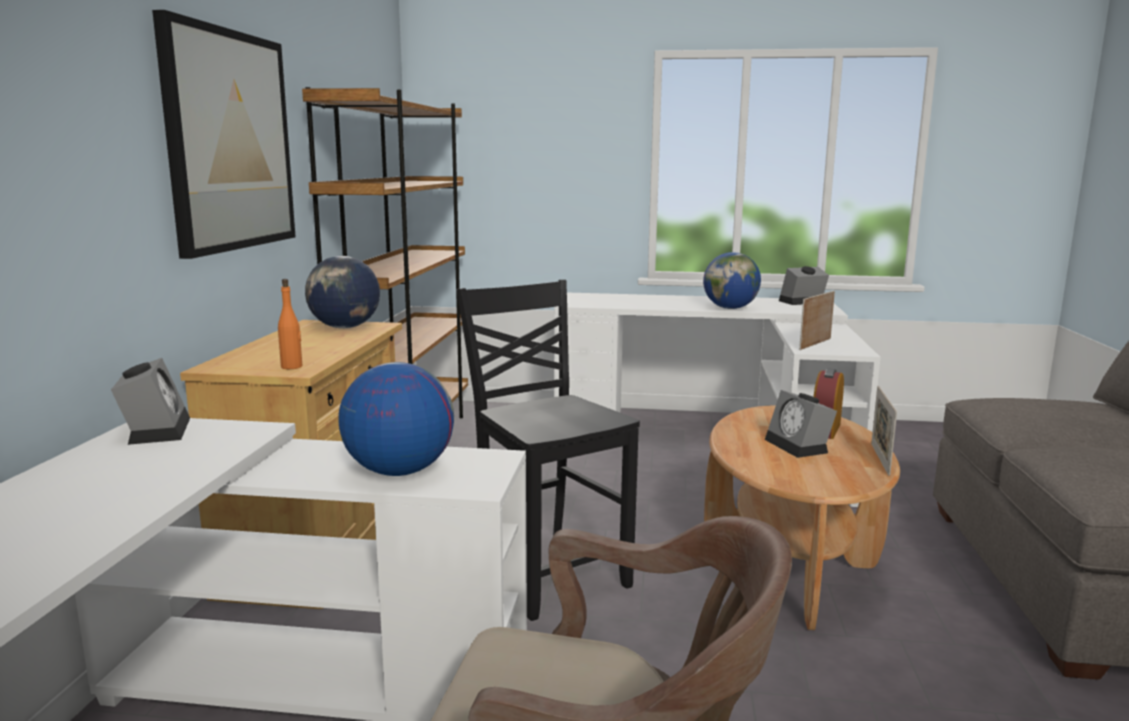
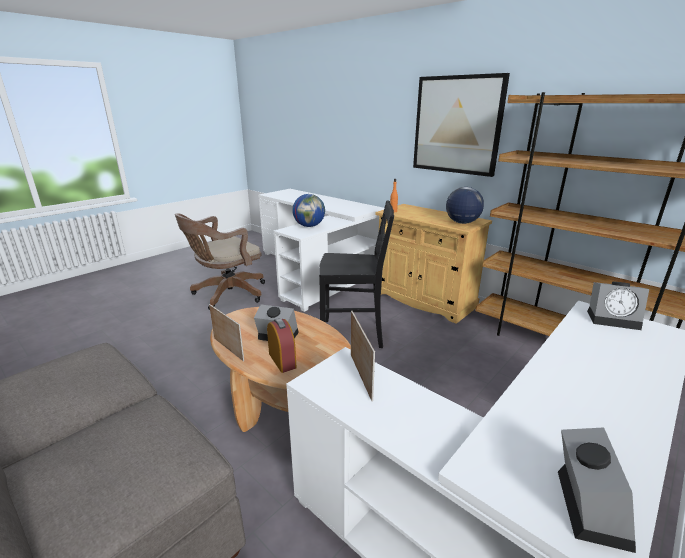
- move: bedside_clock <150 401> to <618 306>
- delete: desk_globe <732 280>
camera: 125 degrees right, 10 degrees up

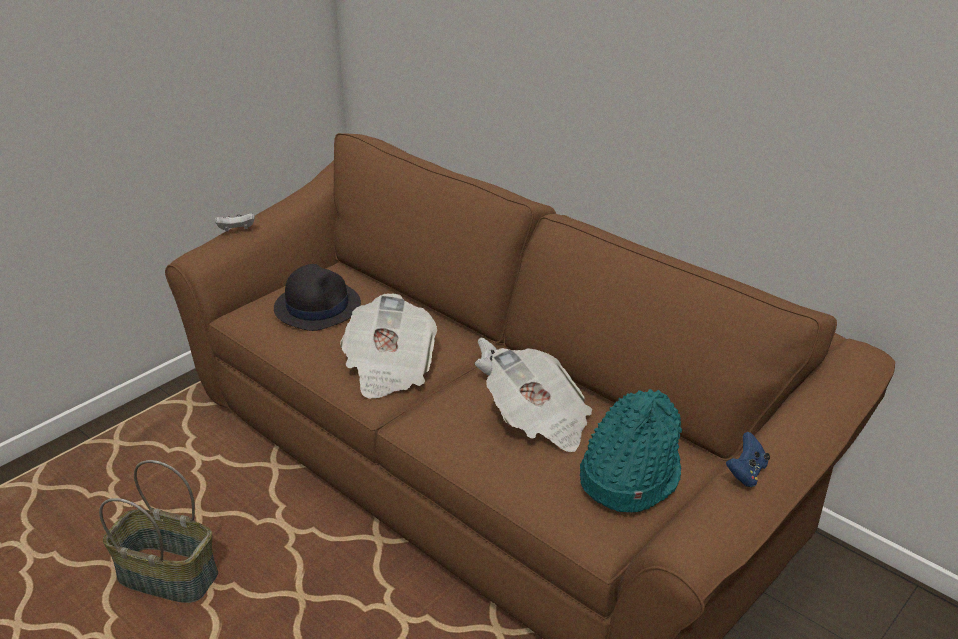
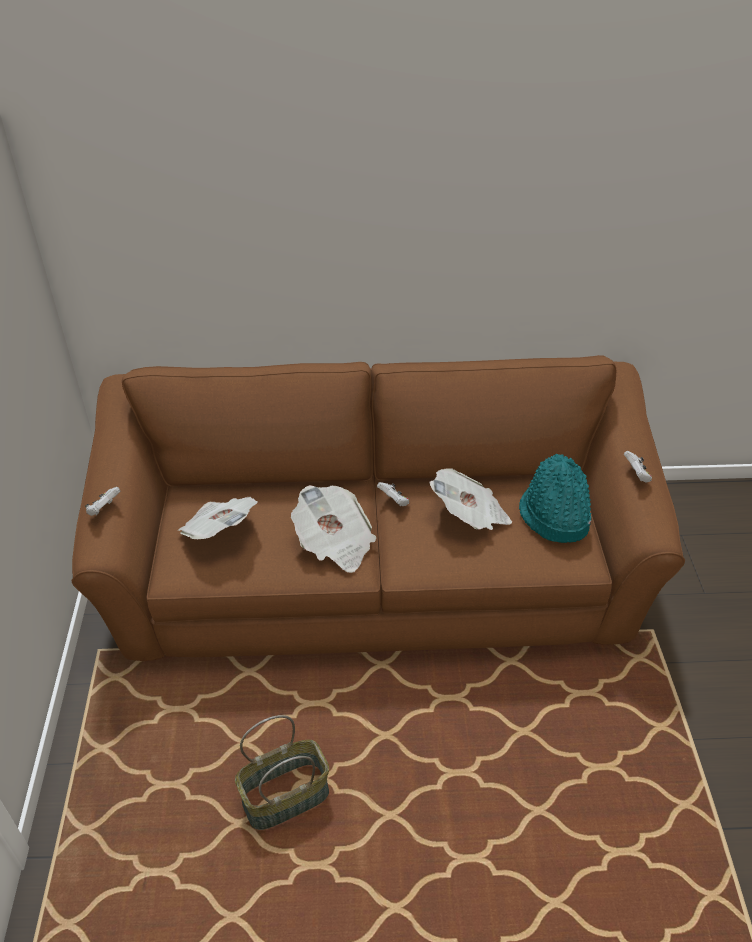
- replace: blackish_hat <317 297> to daily_paper <218 518>
- recolor: blue-coloured_gamepad <748 459> to white-coloured_gamepad <638 467>
camera: 45 degrees left, 10 degrees up

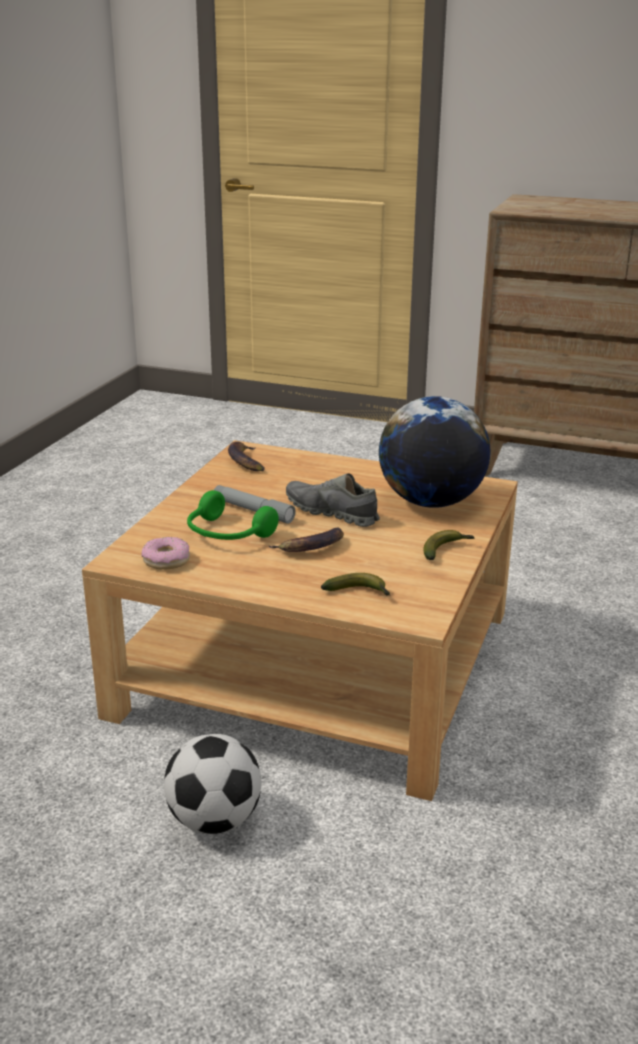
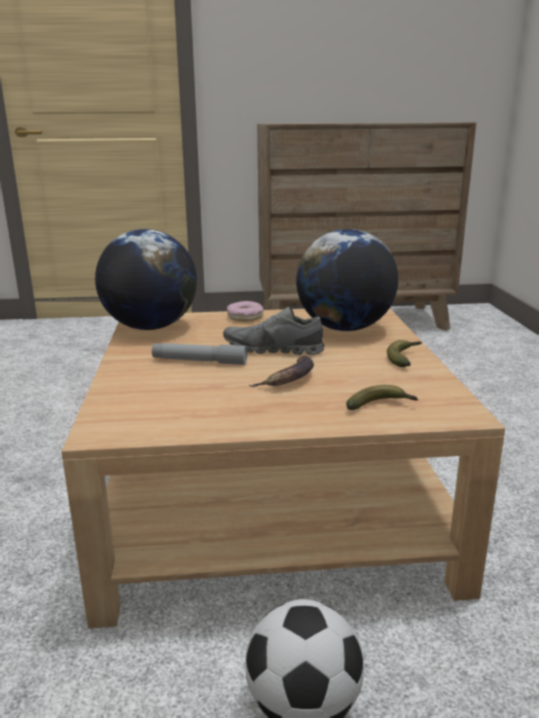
- move: ring_doughnut <165 553> to <245 311>
- delete: green-coloured_headphones <233 515>
- replace: banana_fruit <246 456> to desk_globe <146 279>
camera: 25 degrees left, 5 degrees down

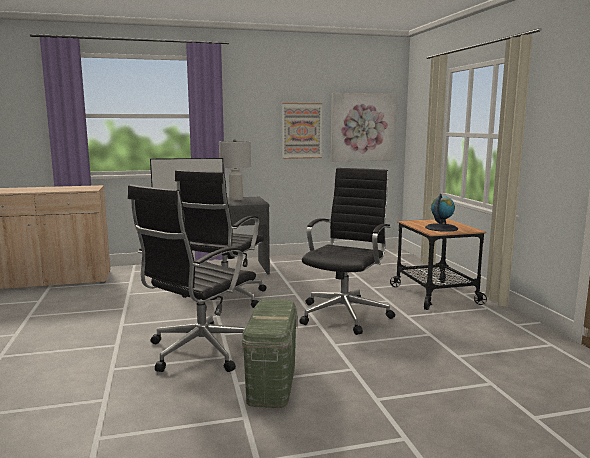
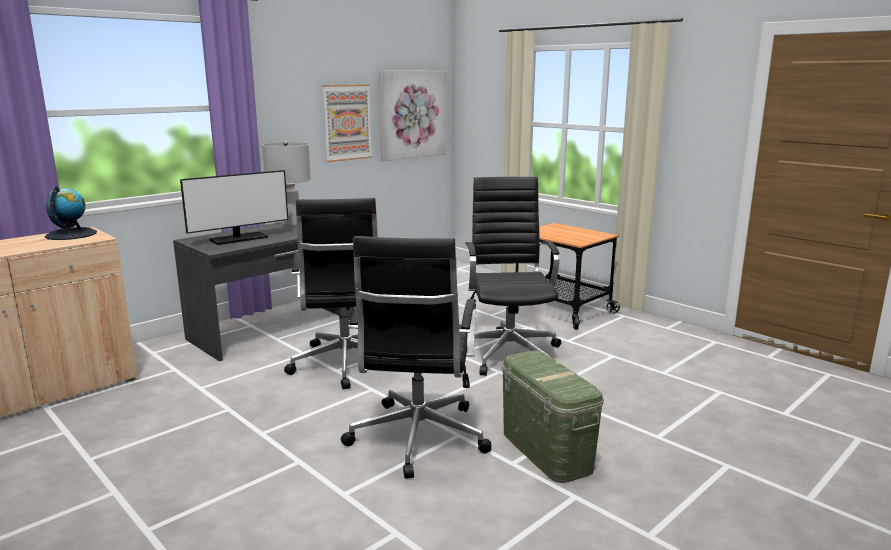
- move: desk_globe <441 213> to <71 212>
camera: 30 degrees left, 5 degrees up

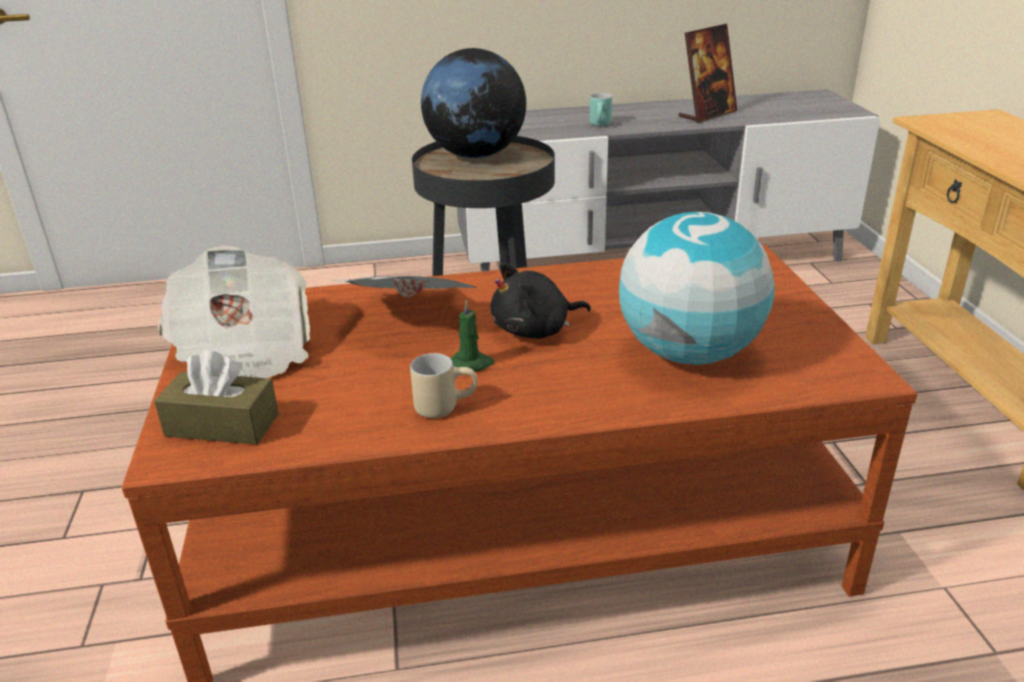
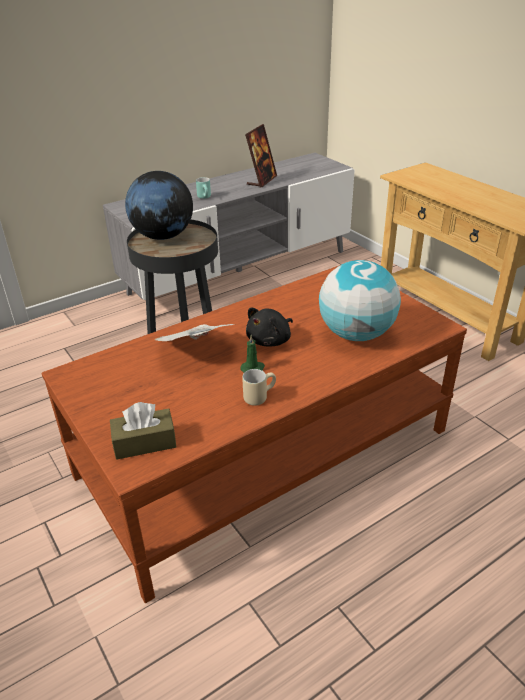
- delete: daily_paper <234 311>
camera: 25 degrees left, 5 degrees up

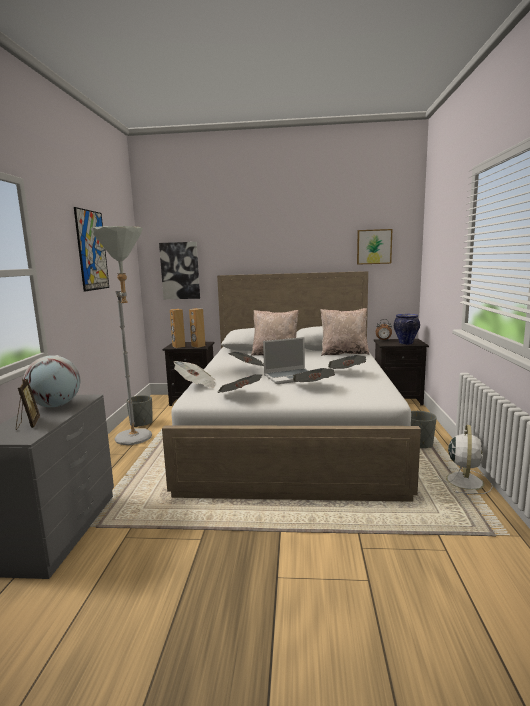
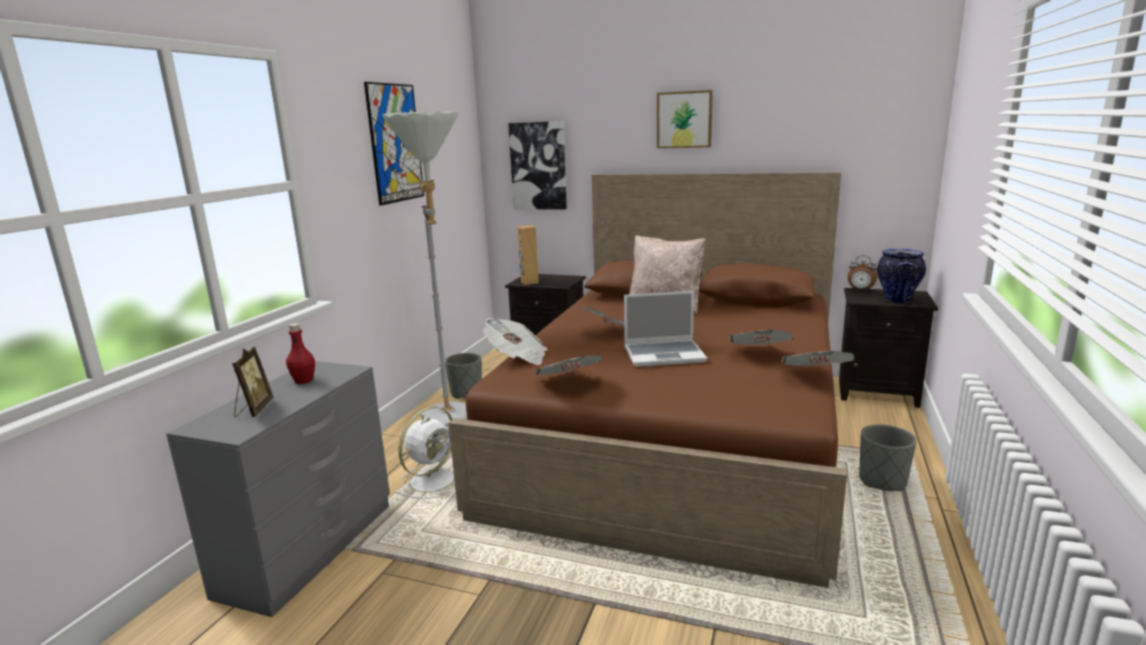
- replace: desk_globe <51 381> to red_beverage_bottle <300 353>
- recolor: white-coloured_bedroom_bed <291 386> to brown_bedroom_bed <648 380>
- delete: brown_loudspeaker <197 328>
- move: daily_paper <314 375> to <818 358>
- delete: beige_throw_pillow <345 332>
- move: wall_art <374 247> to <685 119>
- move: white-coloured_cooling_fan <465 459> to <425 453>
camera: 15 degrees right, 5 degrees up

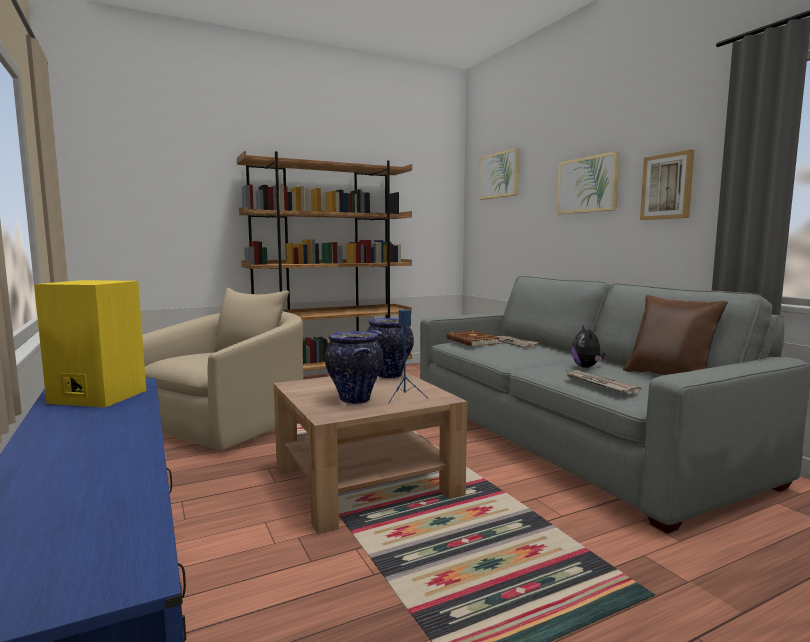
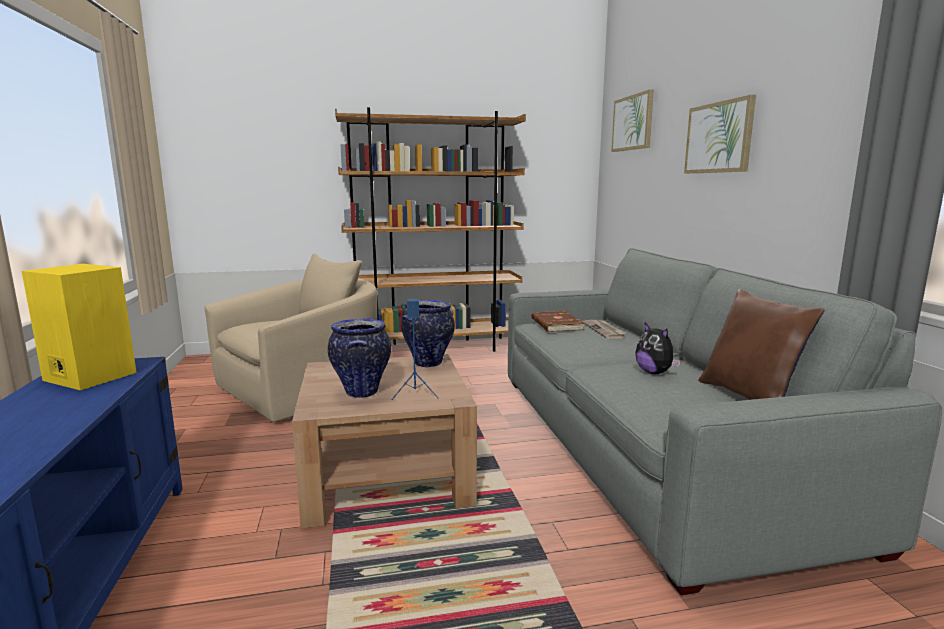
- delete: daily_paper <604 382>
- rotate: soft_toy <588 346> = <658 348> 45 degrees counterclockwise
- delete: wall_art <667 185>
camera: 15 degrees right, 5 degrees up

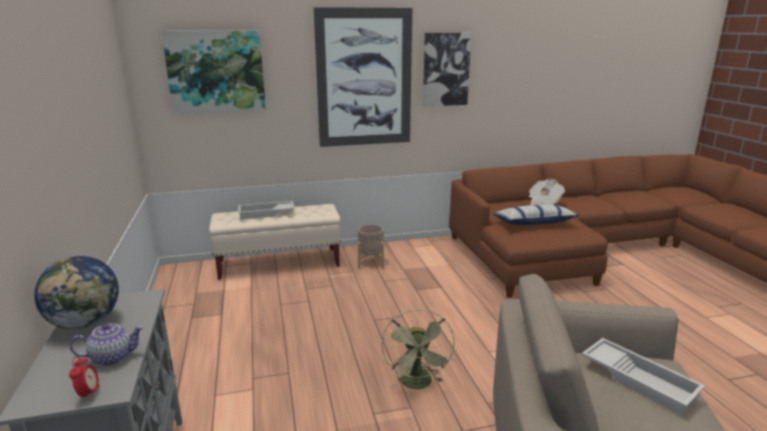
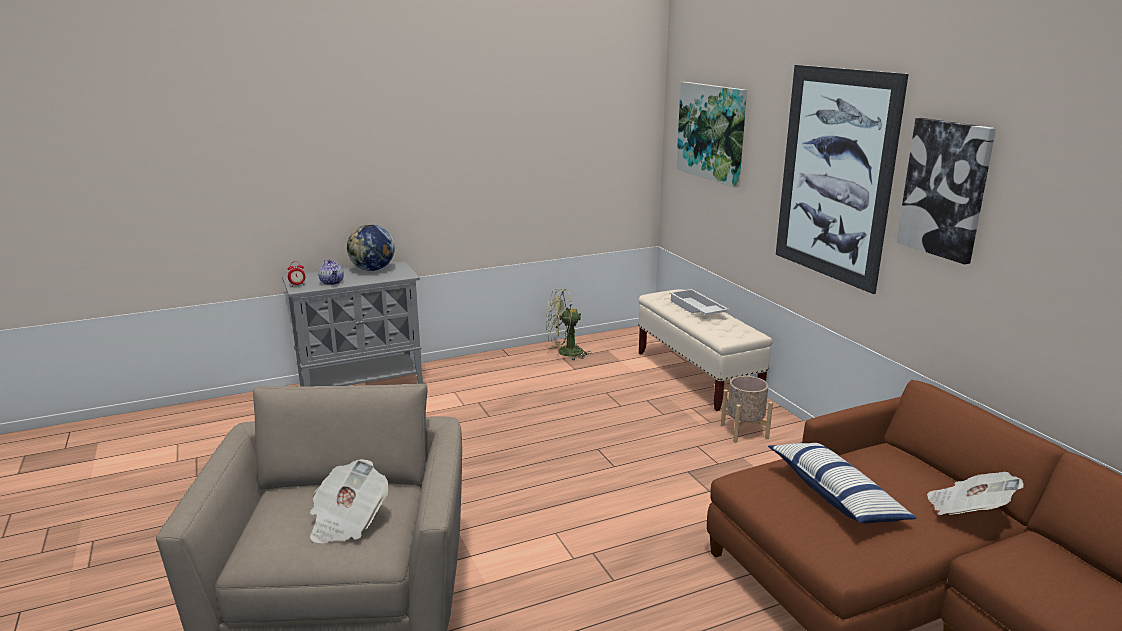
- move: green-coloured_cooling_fan <418 349> to <569 324>
- replace: white-coloured_serving_tray <643 376> to daily_paper <349 501>
camera: 80 degrees right, 0 degrees up

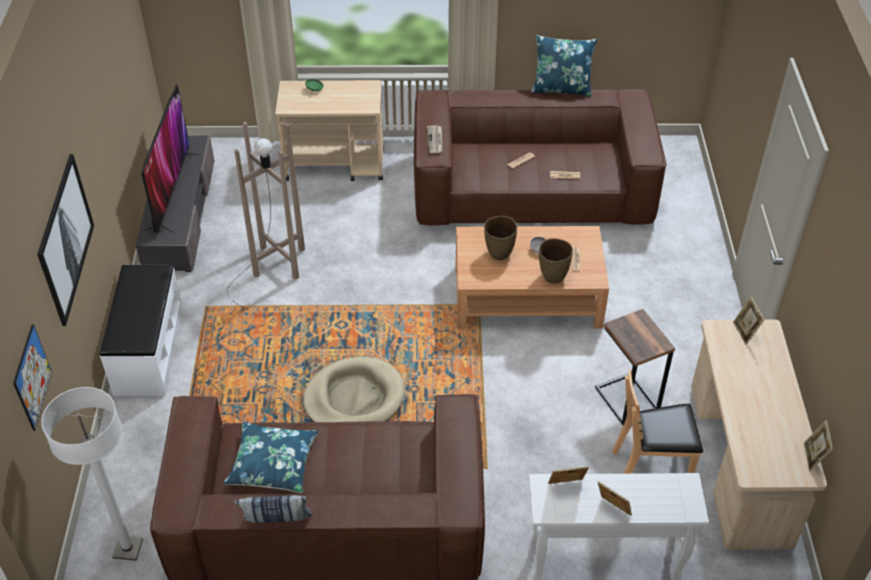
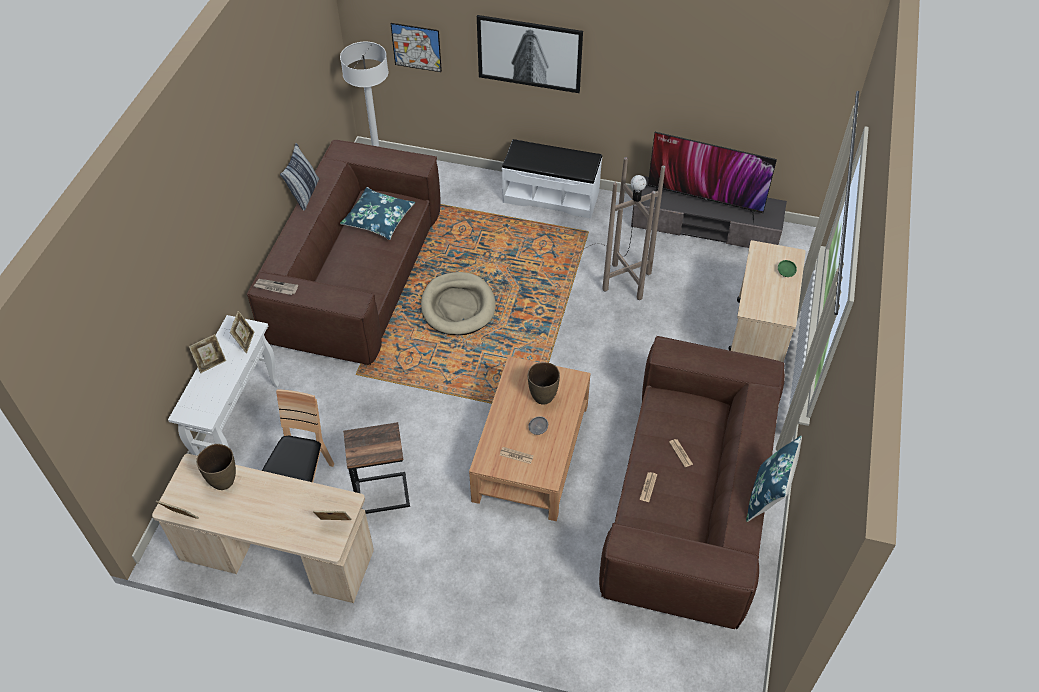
- move: daily_paper <434 139> to <276 287>
- move: brown_decorative_vase <556 261> to <216 467>
camera: 105 degrees right, 5 degrees up

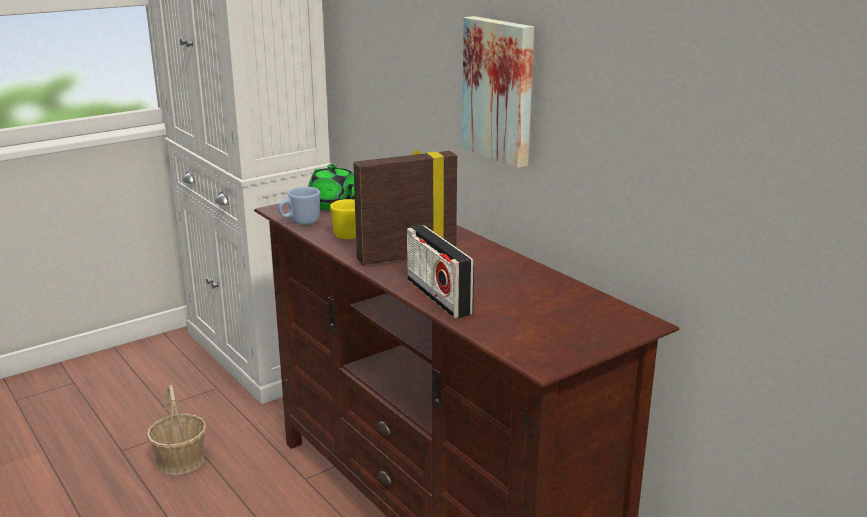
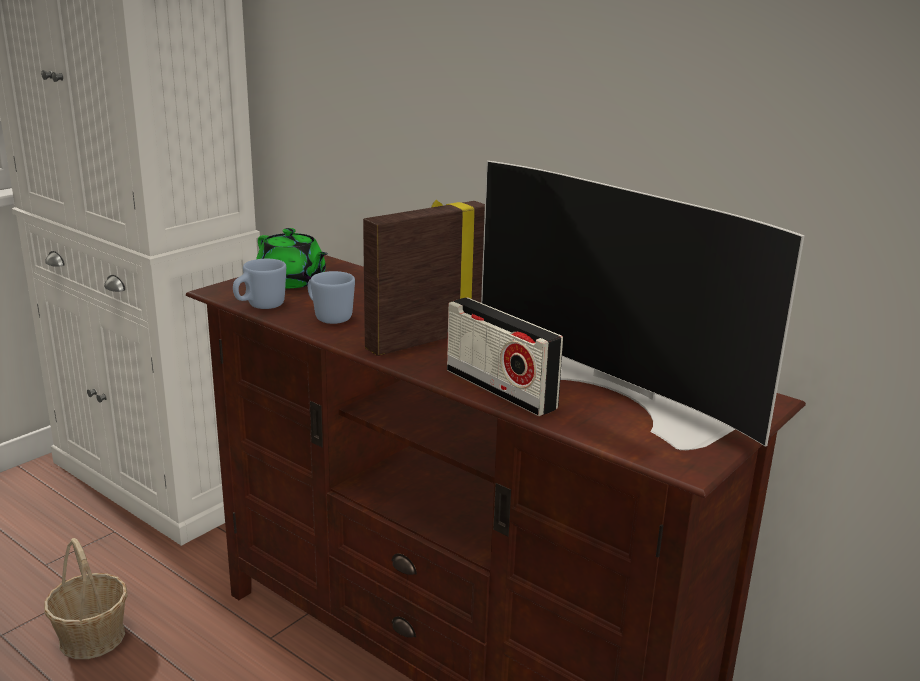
- recolor: yellow_mug <343 219> to blue-coloured_mug <331 297>
- delete: wall_art <498 92>
- insert: TV_set <643 305>
camera: 15 degrees left, 0 degrees up

